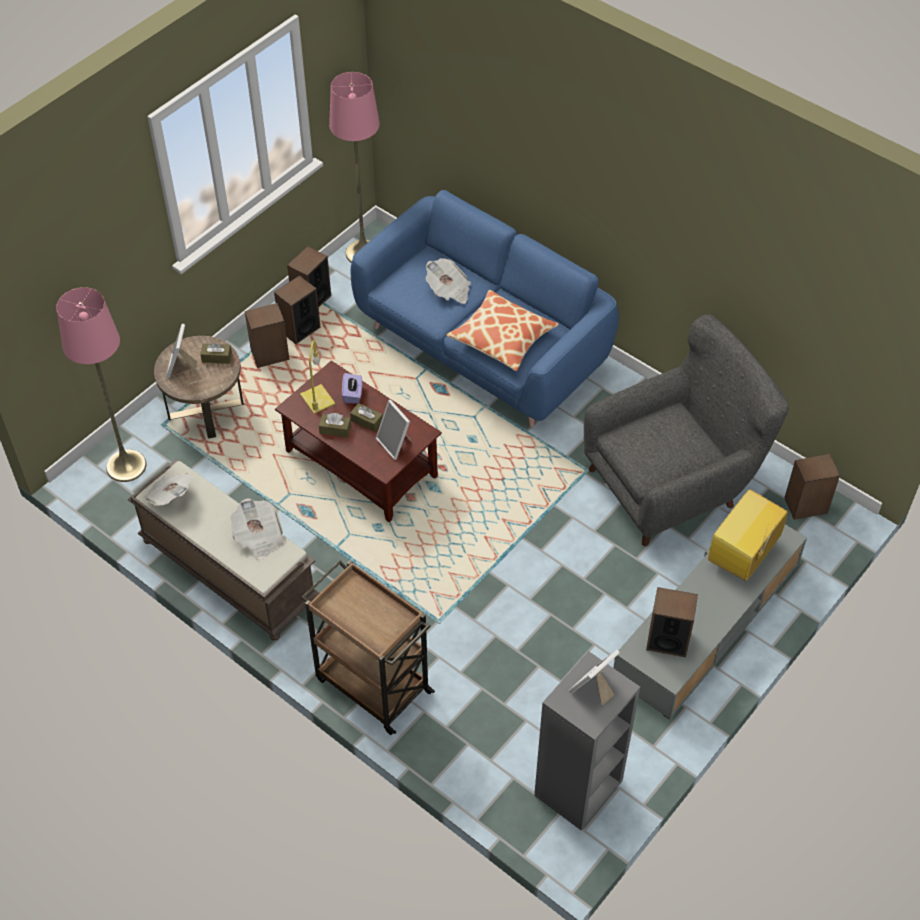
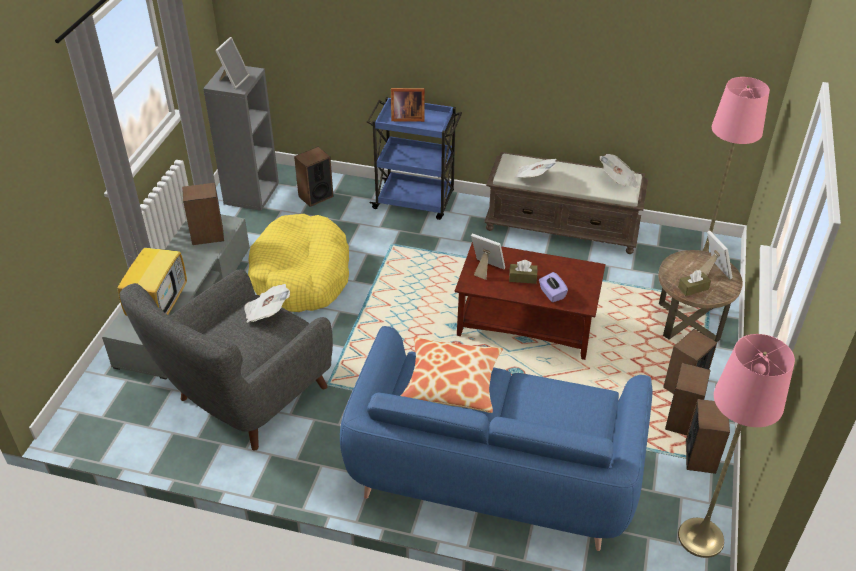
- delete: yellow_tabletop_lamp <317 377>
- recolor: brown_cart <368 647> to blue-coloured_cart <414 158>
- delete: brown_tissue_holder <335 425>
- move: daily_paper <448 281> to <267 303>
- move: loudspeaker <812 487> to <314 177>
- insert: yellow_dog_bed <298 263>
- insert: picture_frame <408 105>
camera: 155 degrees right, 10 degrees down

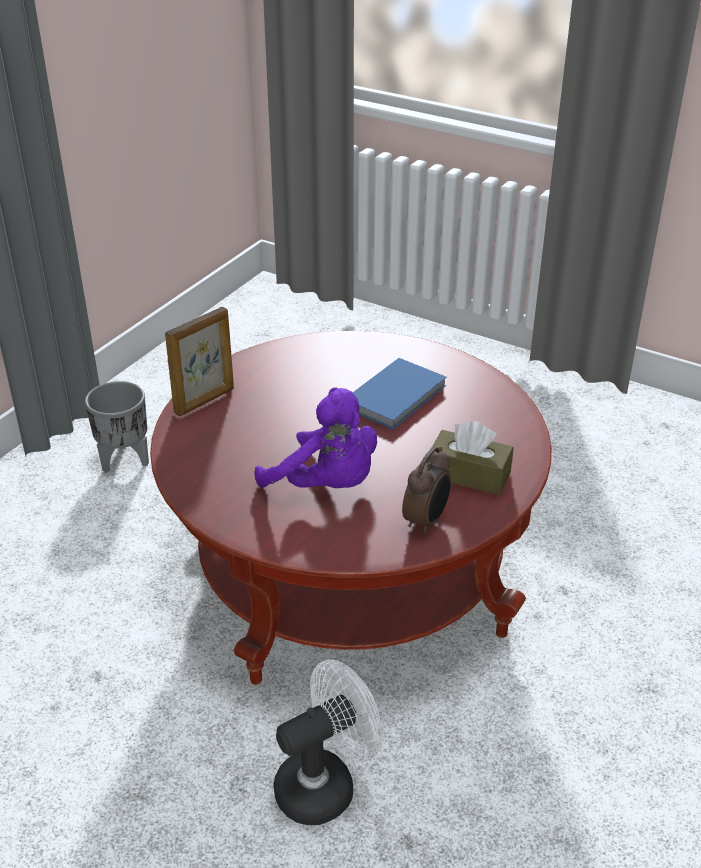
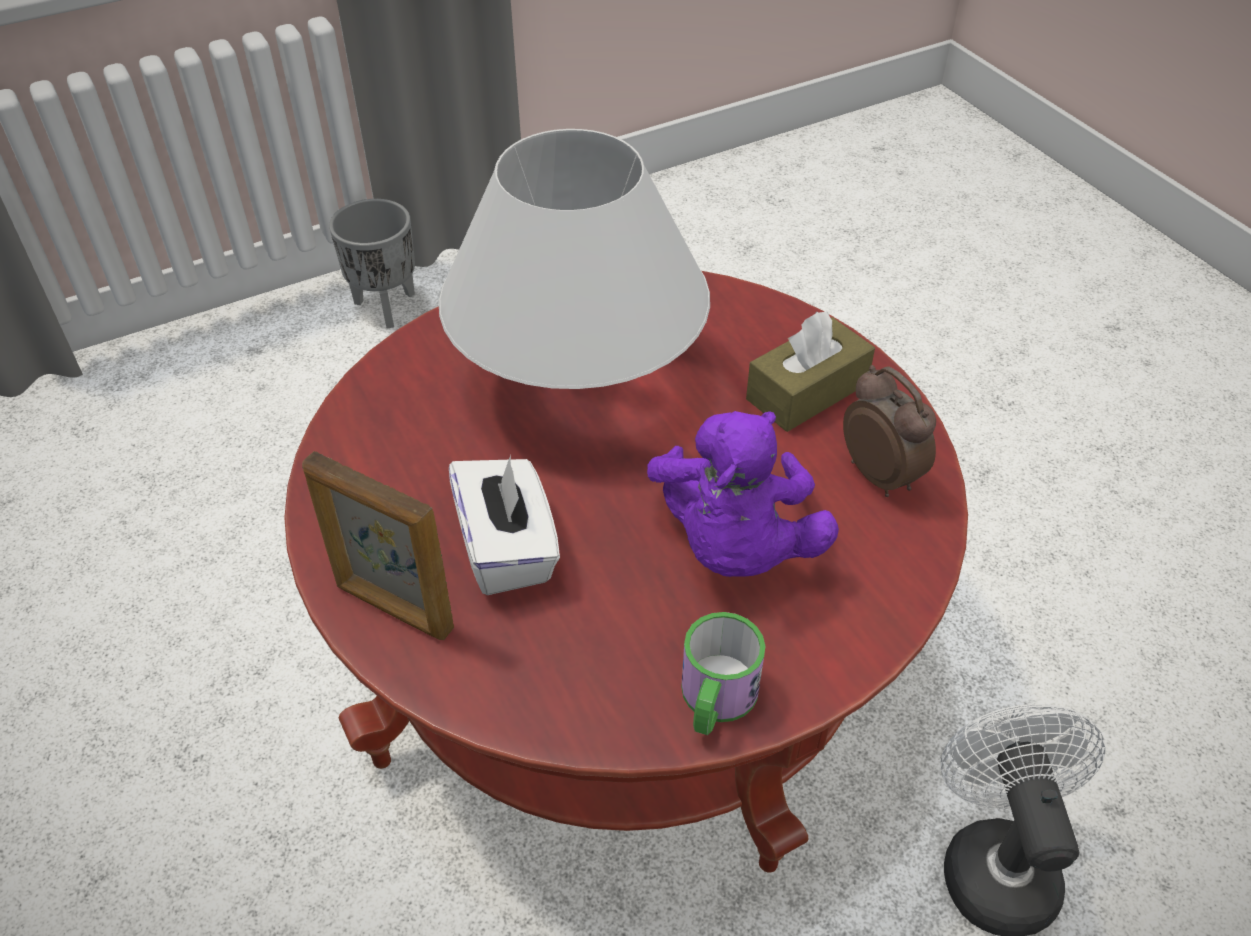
- move: grey_plant_pot <117 427> to <372 263>
- rotate: picture_frame <199 361> = <378 545> 135 degrees clockwise
- rotate: purplish_soft_toy <315 438> = <743 494> 120 degrees clockwise
- replace: blue-coloured_book <400 393> to white-coloured_tabletop_lamp <574 259>
- insert: white-coloured_tissue_holder <504 525>
- insert: mug <723 673>
camera: 60 degrees left, 10 degrees up

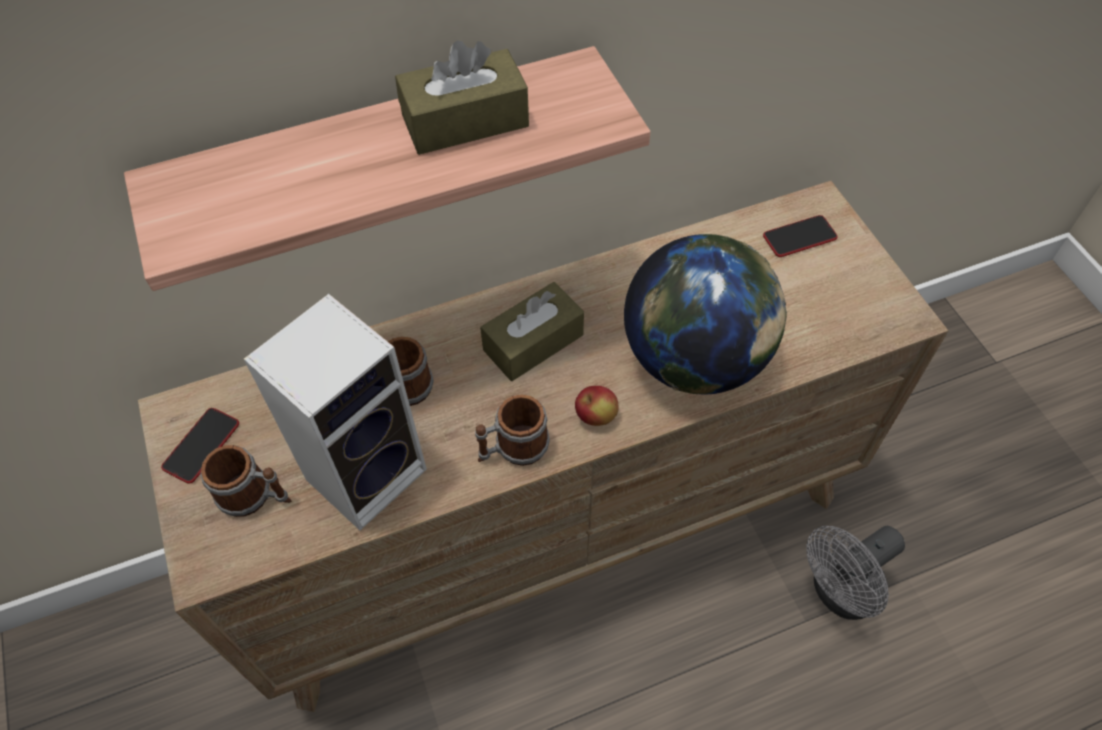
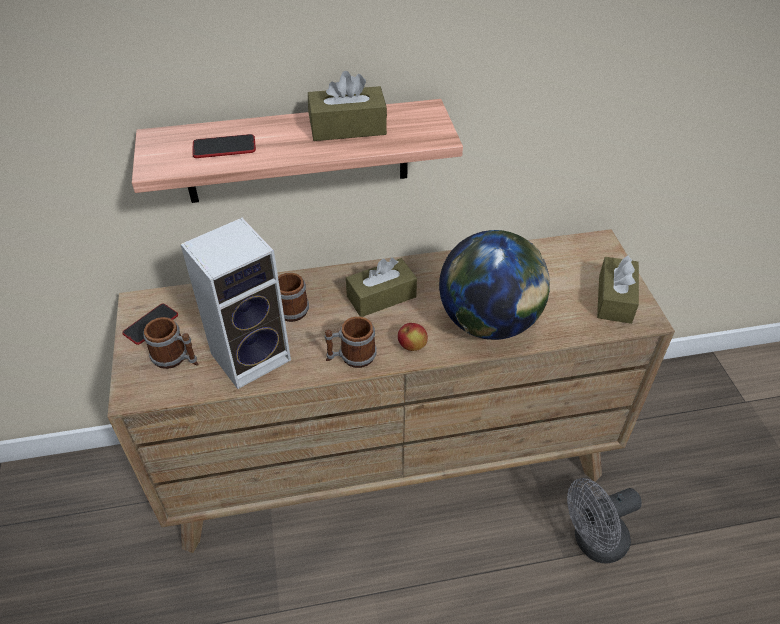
- move: handset <800 236> to <224 146>
- insert: brown_tissue_holder <618 289>
camera: 10 degrees right, 10 degrees down

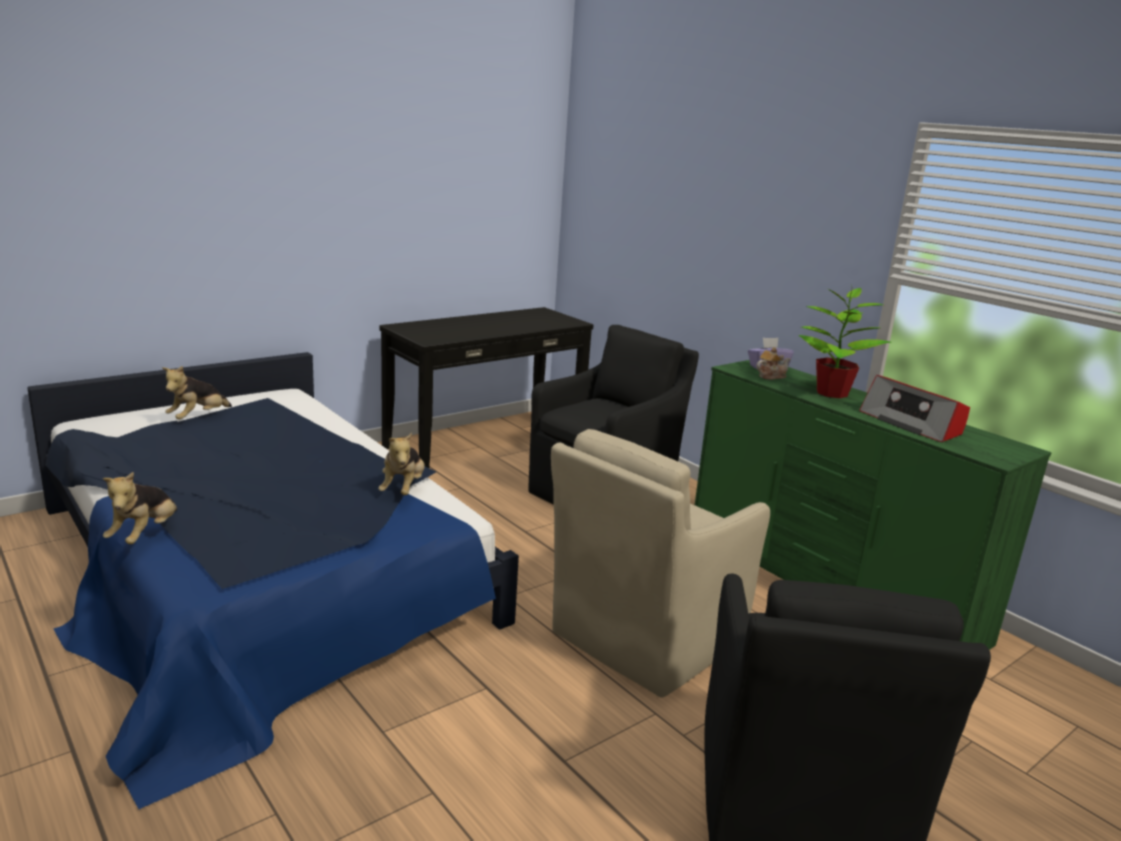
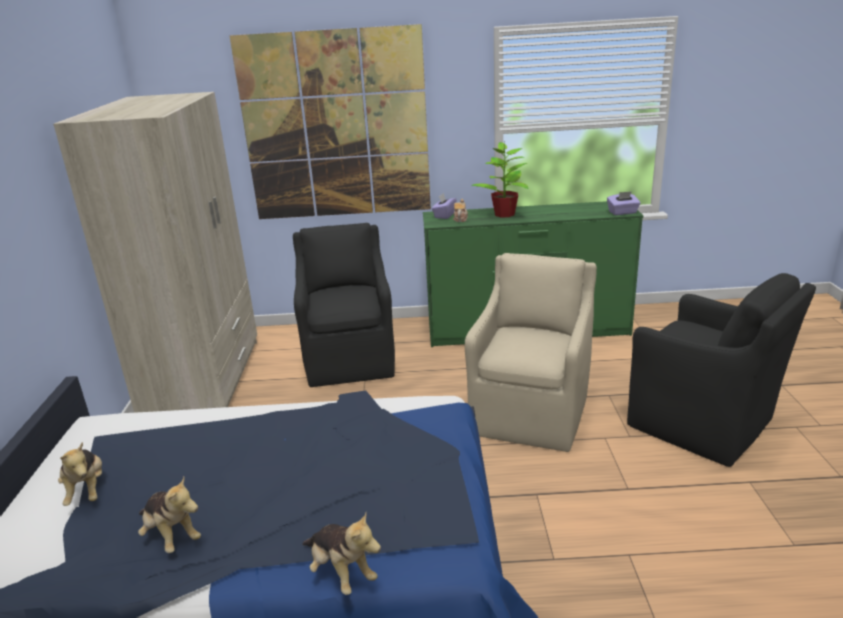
- move: soft_toy <401 464> to <169 515>
- replace: blackish_console_table <486 387> to beige_armoire <155 252>
- rotate: beige_armchair <660 563> = <531 352> 150 degrees counterclockwise
- delete: radio_receiver <914 408>
- insert: wall_art <330 121>
- insert: purplish_tissue_holder <623 203>
camera: 50 degrees left, 5 degrees up

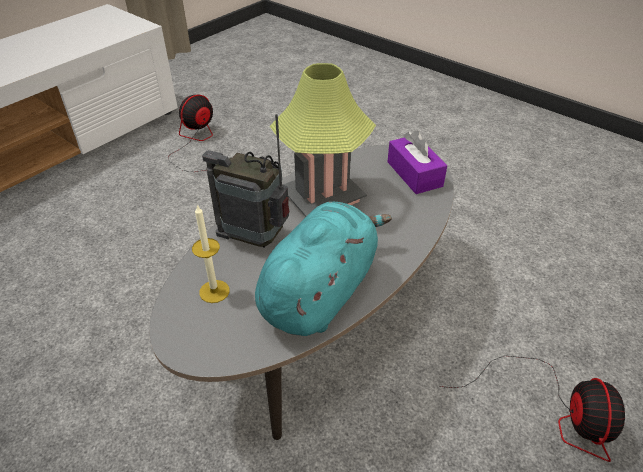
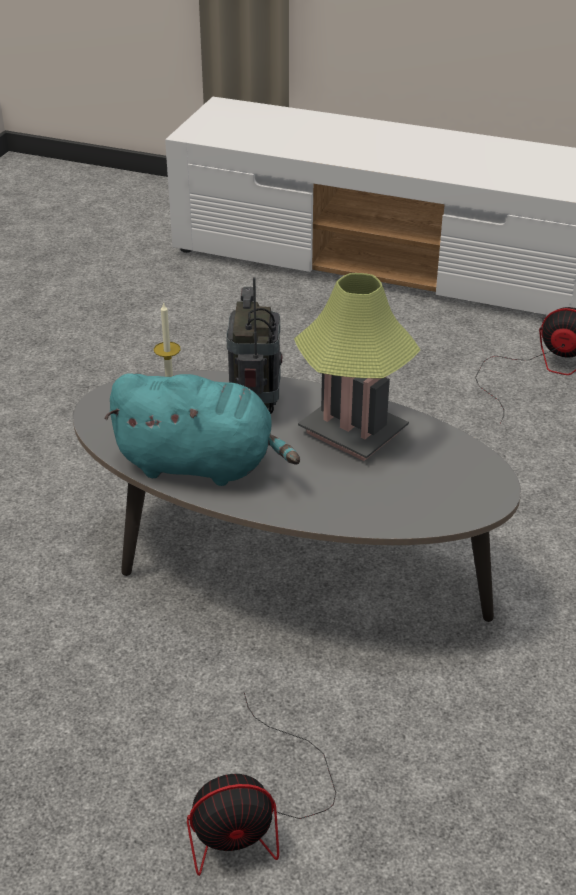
- delete: purplish_tissue_holder <417 162>
camera: 70 degrees right, 5 degrees down

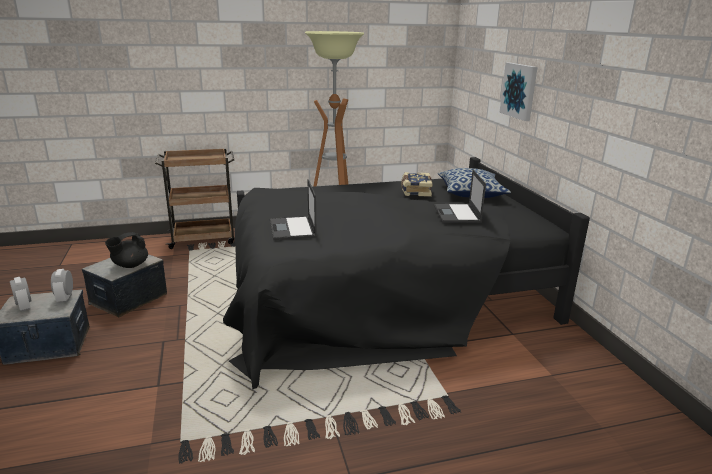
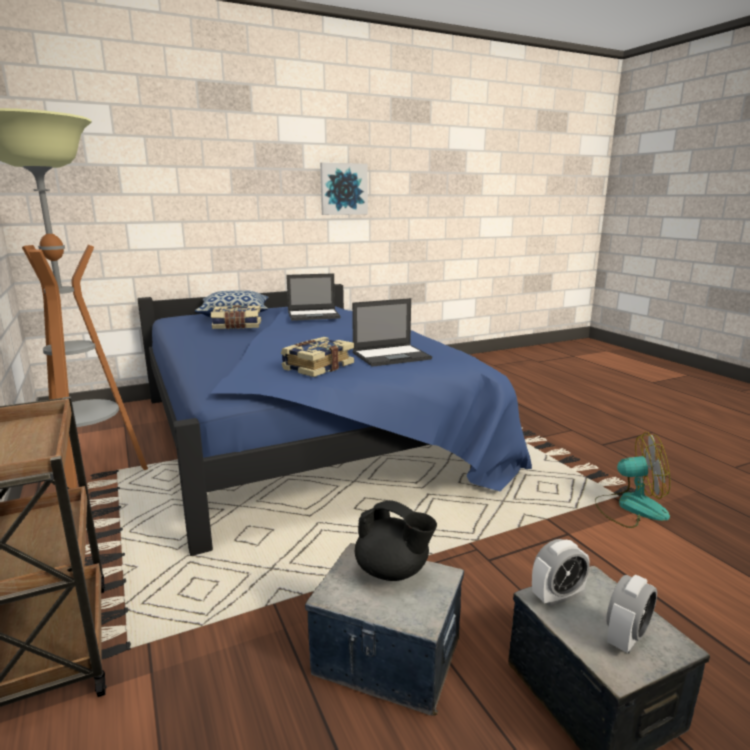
- recolor: blackish_bedroom_bed <406 273> to blue-coloured_bedroom_bed <335 420>
- move: wall_art <518 92> to <344 188>
- insert: book <317 357>
- insert: cooling_fan <632 480>
camera: 100 degrees left, 5 degrees down

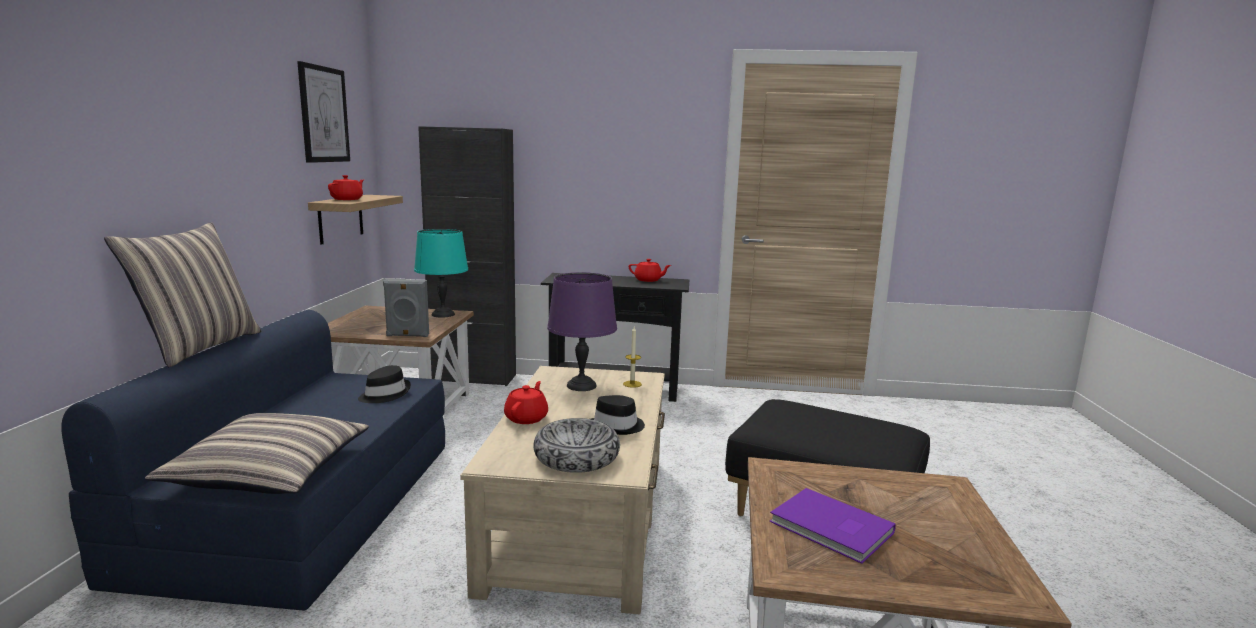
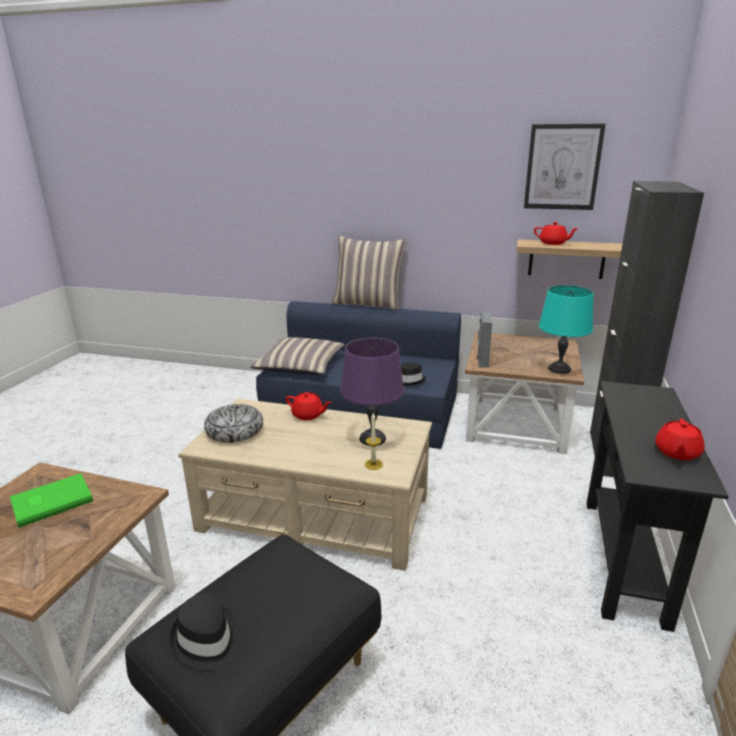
- move: blackish_hat <618 415> to <205 631>
- recolor: purplish_book <832 526> to green-coloured_book <51 500>
camera: 100 degrees right, 10 degrees up

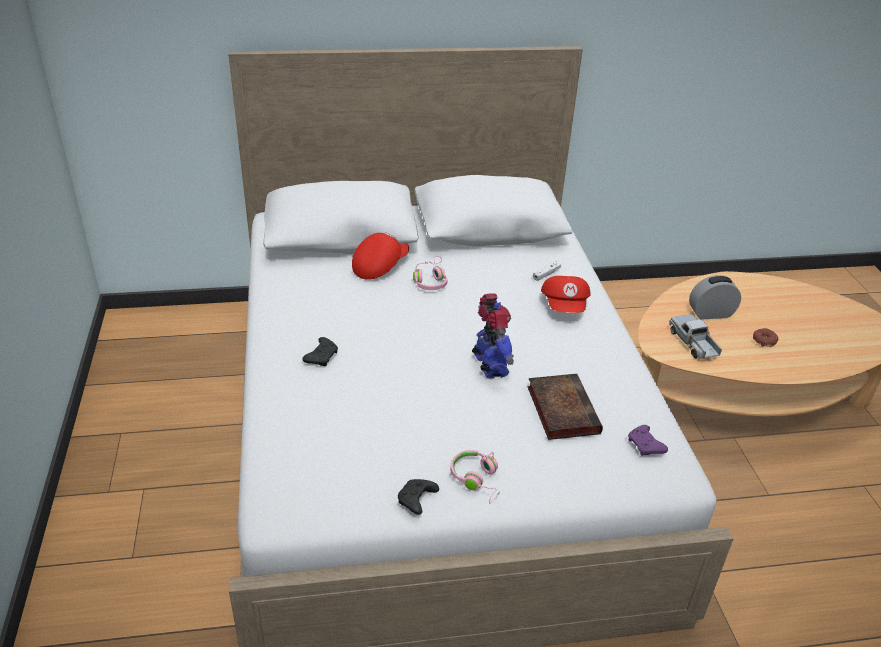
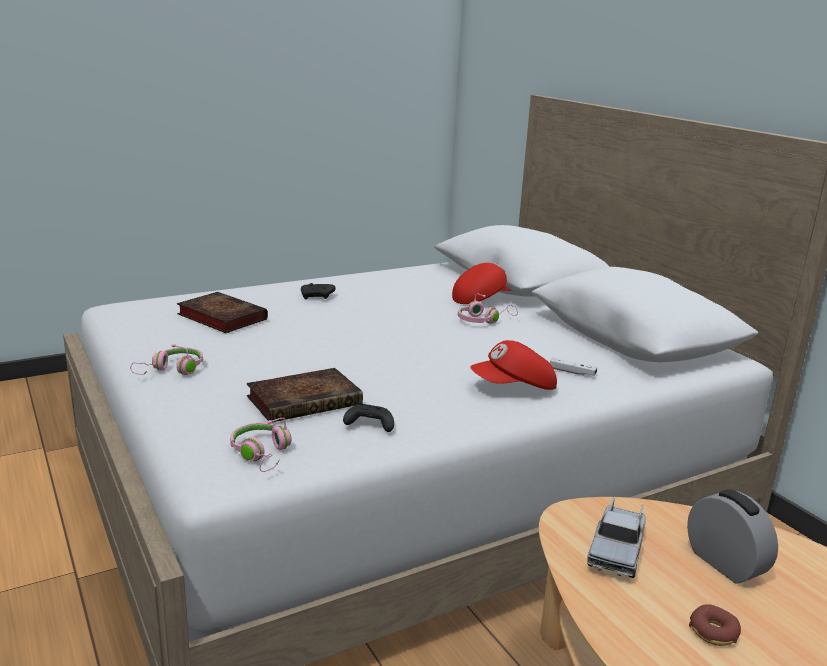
- rotate: red_baseball_cap <380 256> = <481 283> 45 degrees counterclockwise
- move: blackish_gamepad <418 497> to <368 417>
- delete: toy_robot <493 336>
- replace: purplish_gamepad <648 440> to pinkish_headphones <260 445>
- rotate: toy_truck <695 337> = <616 537> 150 degrees clockwise
- insert: book <222 312>
camera: 70 degrees right, 15 degrees down

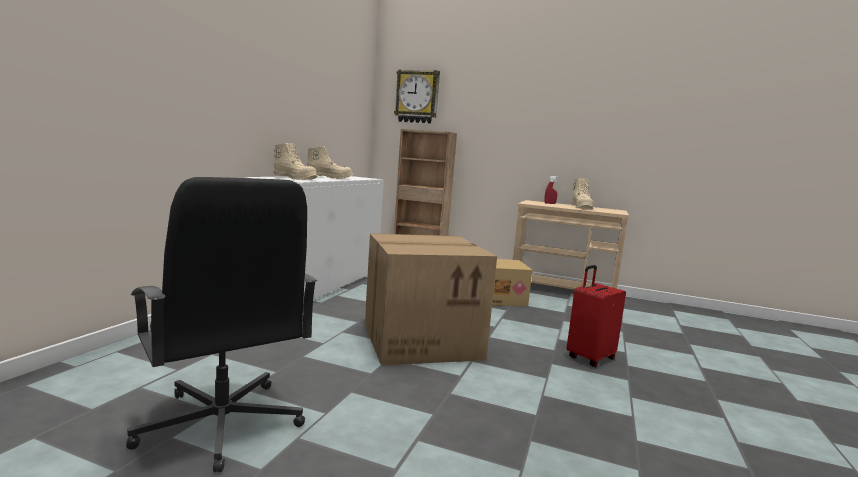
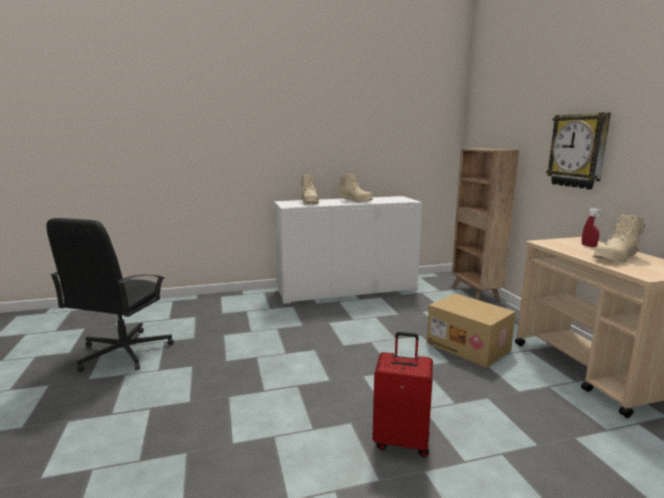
- delete: carton <431 299>
- move: clock_on_the_wall <417 97> to <578 151>
camera: 55 degrees right, 5 degrees up

